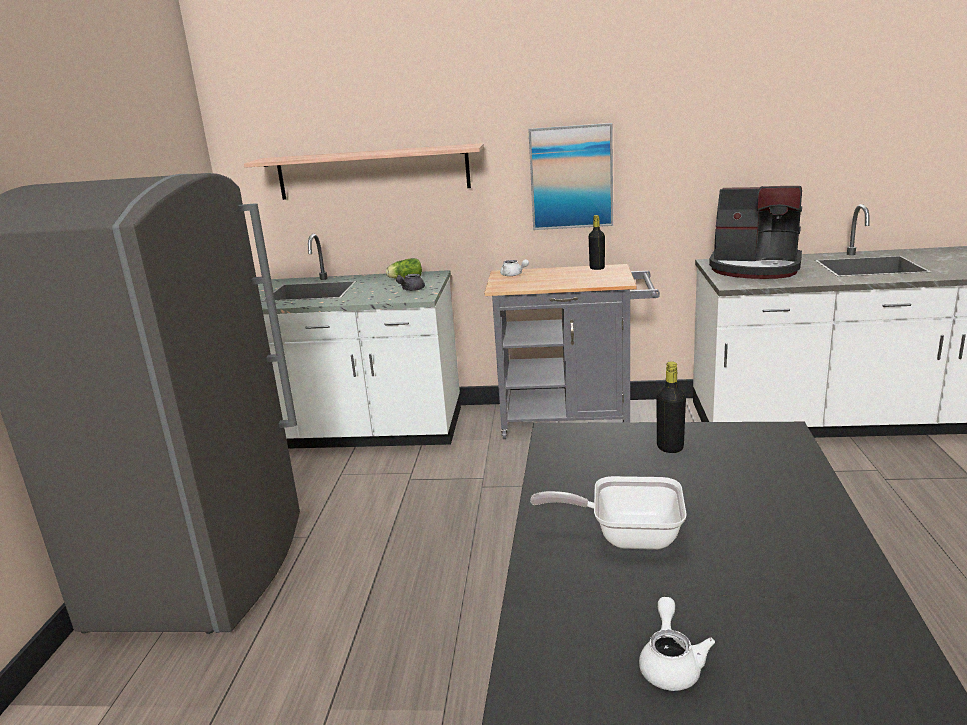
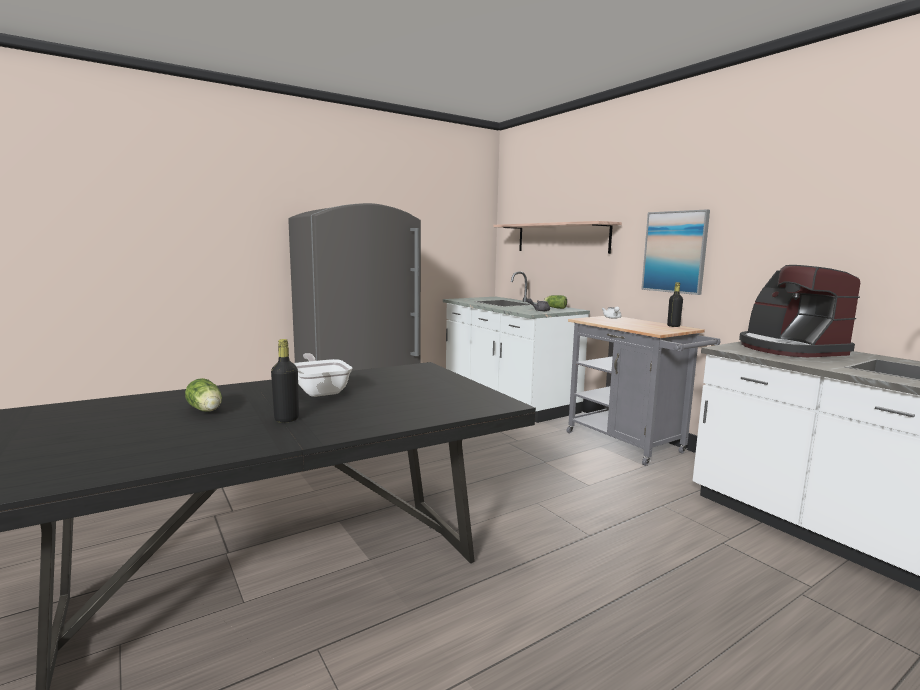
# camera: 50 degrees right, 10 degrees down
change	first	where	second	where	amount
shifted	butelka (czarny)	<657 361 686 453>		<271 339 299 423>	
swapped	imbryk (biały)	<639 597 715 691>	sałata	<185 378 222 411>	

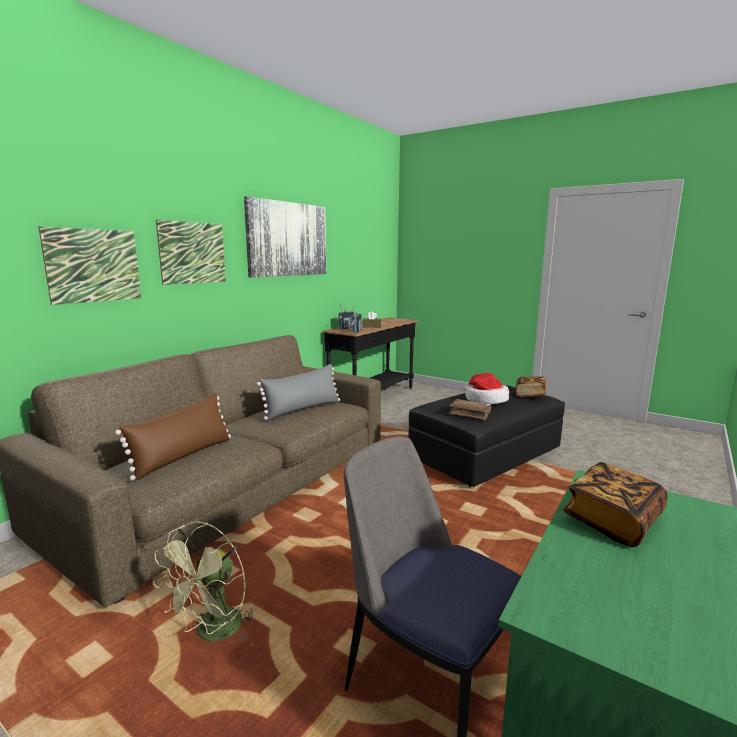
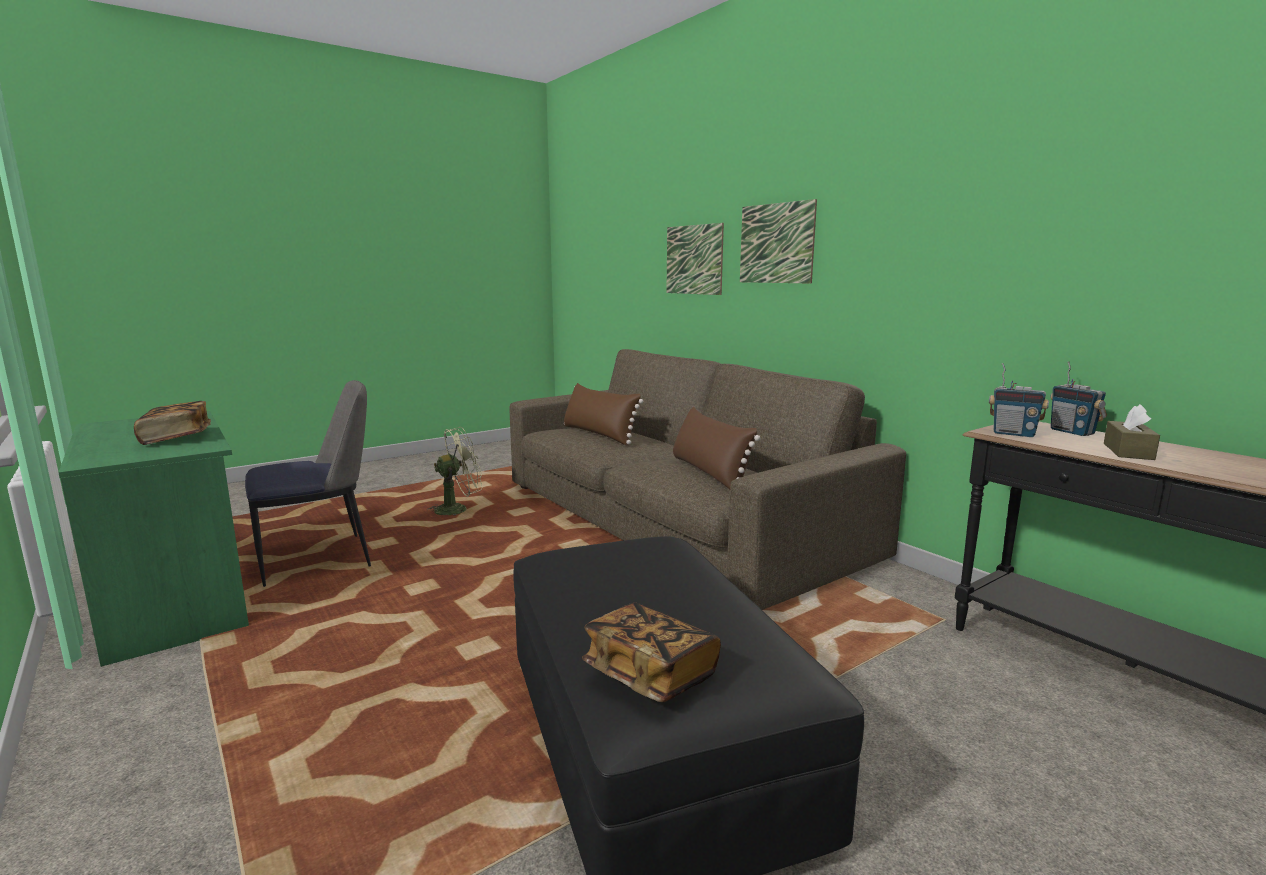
# camera: 110 degrees right, 0 degrees up
change	first	where	second	where	amount
gone	obraz	<244 196 326 278>			
repainted	poduszka (szary)	<257 364 340 420>	poduszka (brązowy)	<673 407 760 489>	
gone	kapelusz	<464 373 509 404>			
gone	książka (brązowy)	<449 399 492 420>			
rotated	wentylator (zielony)	<153 521 255 641>		<427 427 483 516>	105 degrees clockwise

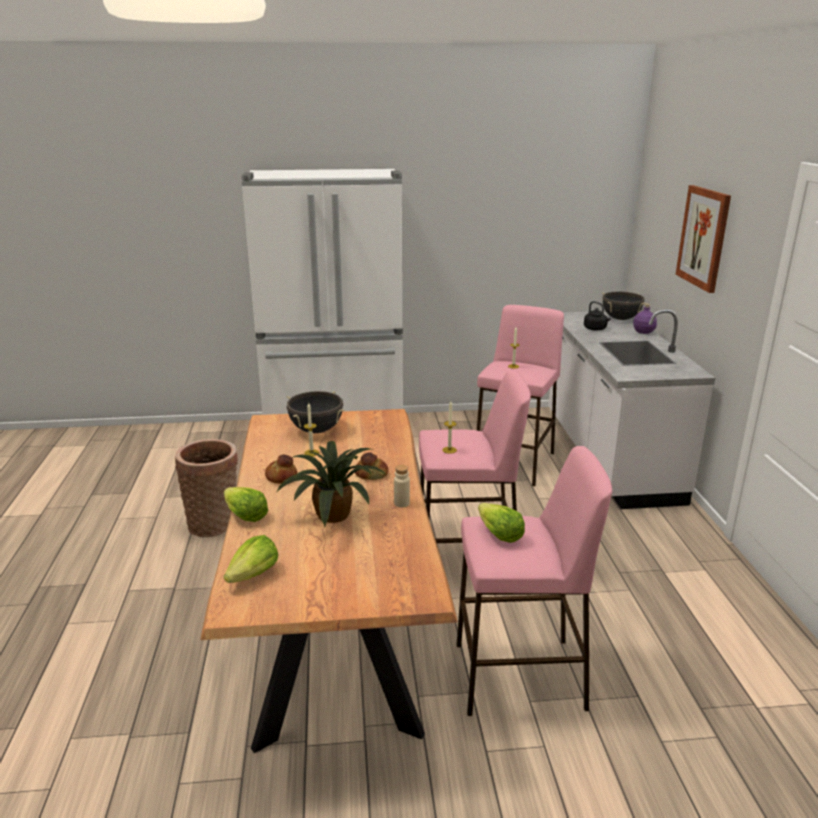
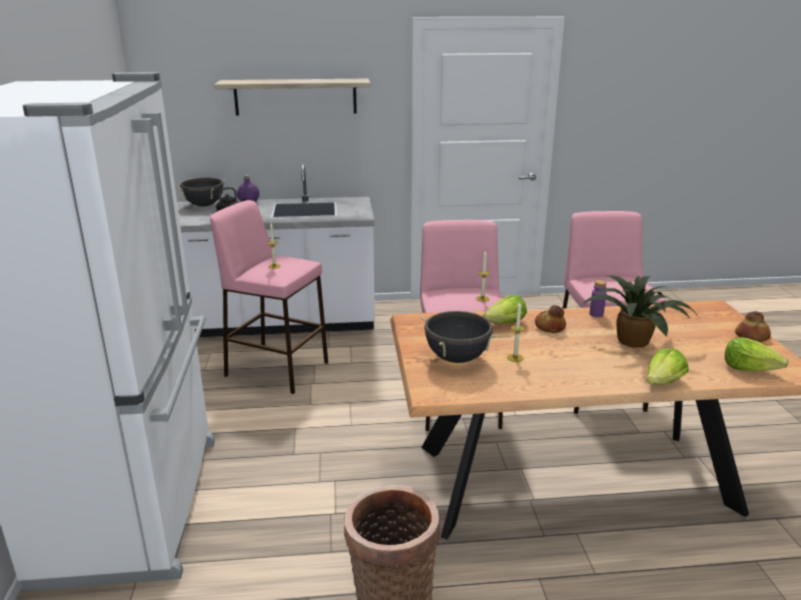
# camera: 90 degrees left, 0 degrees up
change	first	where	second	where	amount
swapped	obraz	<675 185 731 293>	półka	<214 79 371 115>	
shifted	chleb	<265 455 297 484>		<735 311 771 342>	
repainted	butelka (beżowy)	<394 465 410 507>	butelka (fioletowy)	<590 280 606 317>	
shifted	sałata	<478 503 525 543>		<483 295 527 324>	

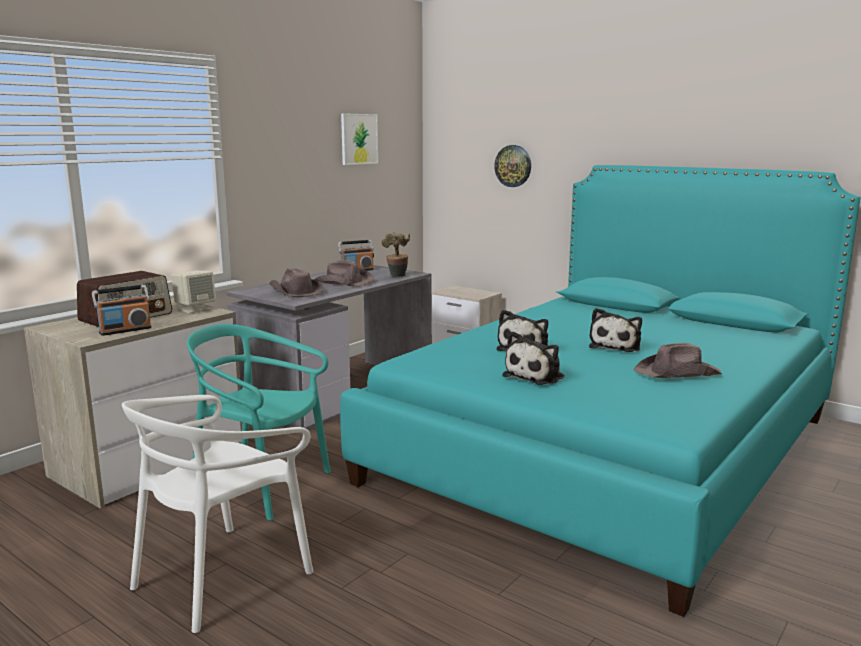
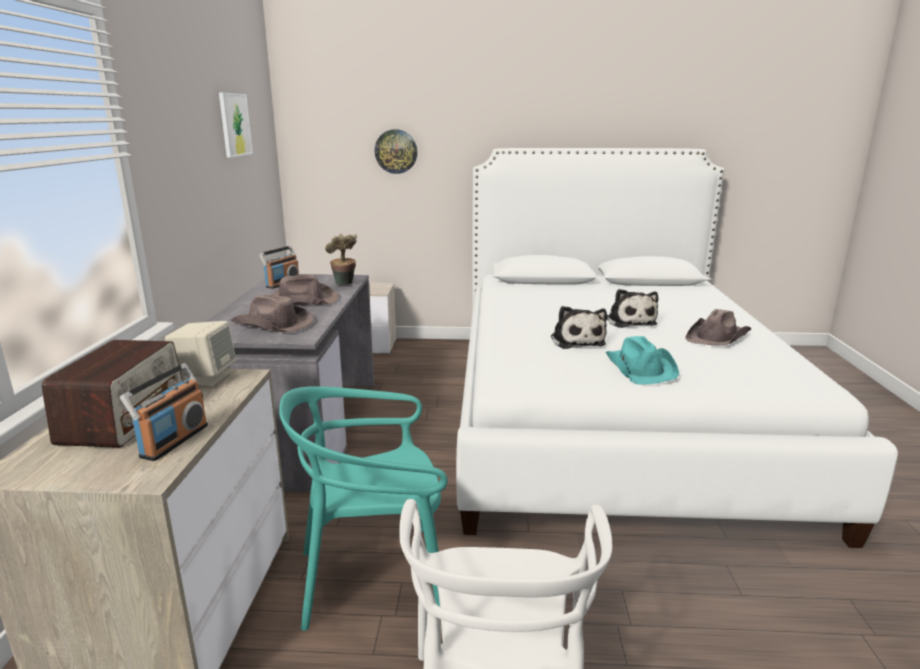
# camera: 35 degrees left, 5 degrees up
change	first	where	second	where	amount
repainted	łóżko (turkusowy)	<340 165 860 617>	łóżko (biały)	<456 148 898 548>	
swapped	pluszak	<502 332 564 385>	kapelusz (turkusowy)	<606 336 679 385>	

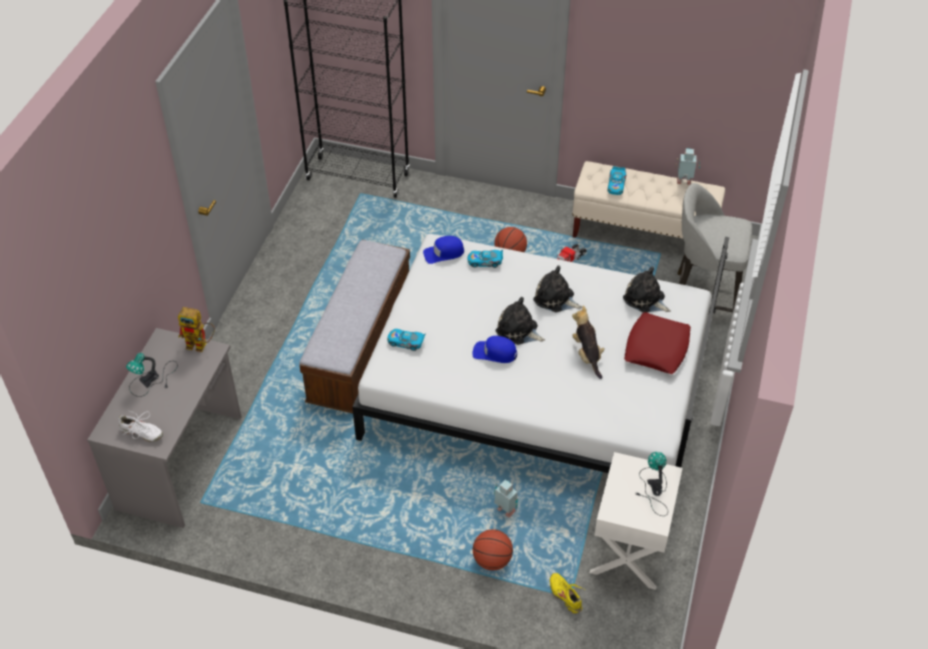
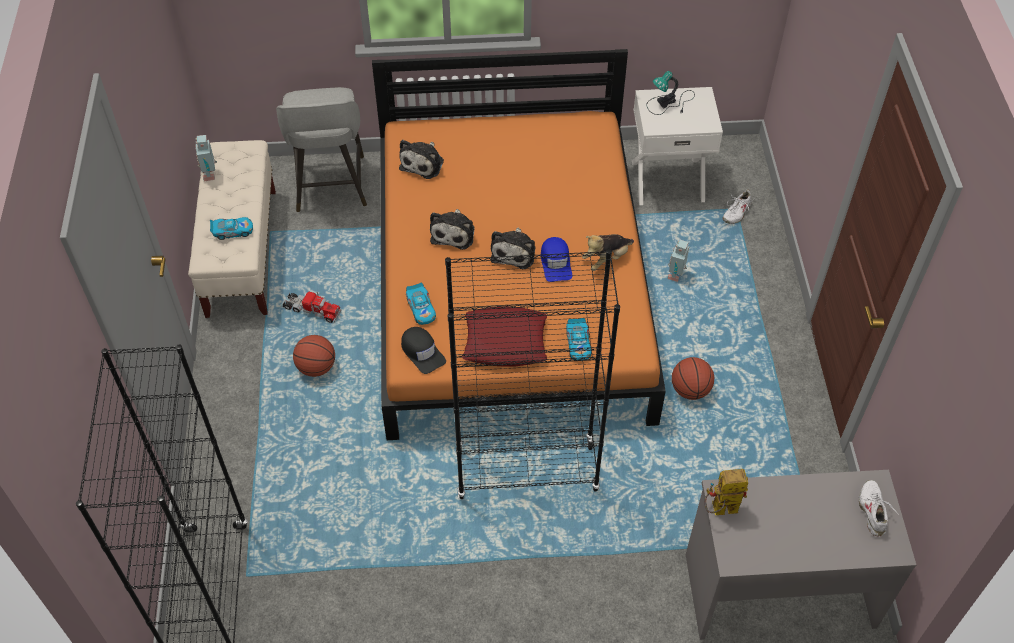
# camera: 110 degrees left, 5 degrees up
change	first	where	second	where	amount
repainted	łóżko (biały)	<352 234 730 473>	łóżko (pomarańczowy)	<372 49 666 440>	
repainted	czapka z daszkiem (niebieski)	<423 236 464 264>	czapka z daszkiem (czarny)	<401 327 446 374>	
swapped	ławka	<299 239 410 413>	regał (czarny)	<445 249 620 499>	
shifted	pluszak	<572 306 605 379>		<582 234 634 271>	
rotated	robot zabawkowy	<178 307 215 352>		<705 469 748 515>	90 degrees counterclockwise
shifted	poduszka (czerwony)	<624 312 691 374>		<462 307 547 366>	
gone	lampa stołowa	<126 353 178 397>			
shifted	piłka do koszykówki	<473 529 513 570>		<672 357 714 400>	
repainted	but (żółty)	<550 573 585 614>	but (biały)	<722 189 753 224>	

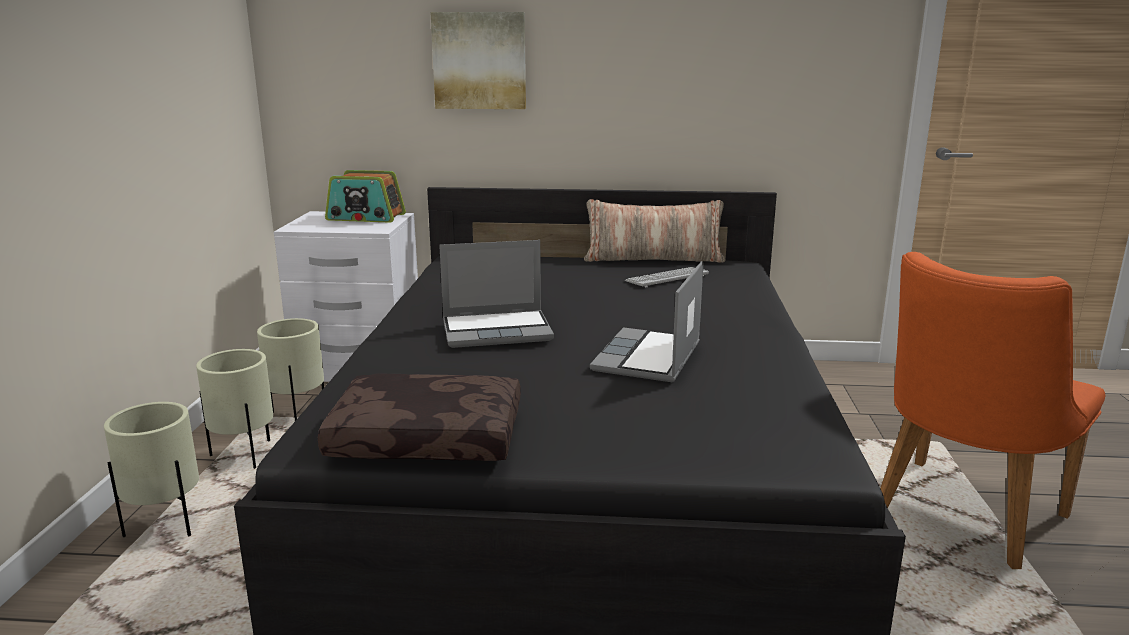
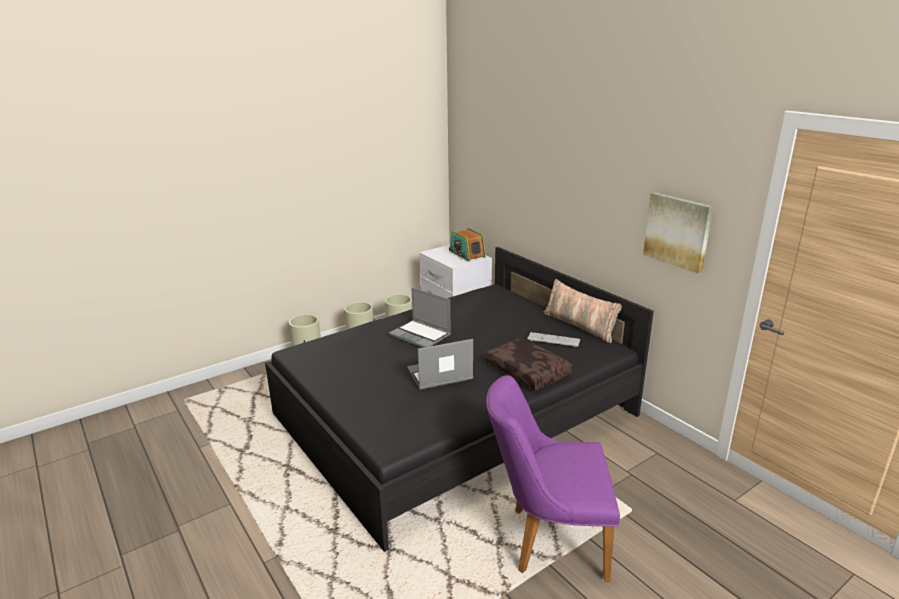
# camera: 50 degrees right, 5 degrees up
change	first	where	second	where	amount
shifted	obraz	<430 12 526 109>		<643 192 713 274>	
repainted	krzesło (pomarańczowy)	<880 252 1105 569>	krzesło (fioletowy)	<486 375 620 582>	
shifted	poduszka (brązowy)	<318 374 521 461>		<485 338 572 390>	

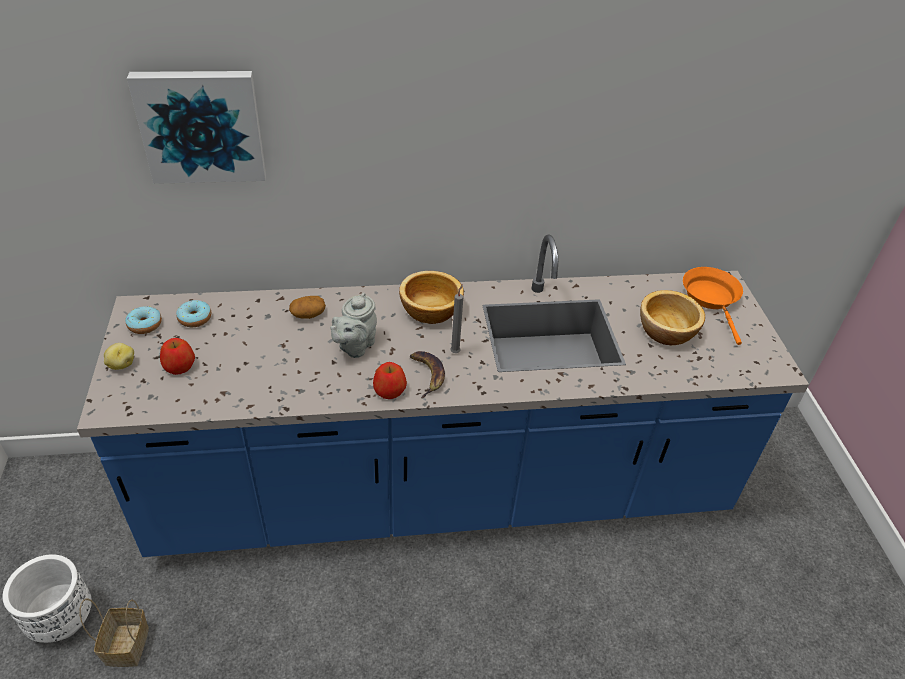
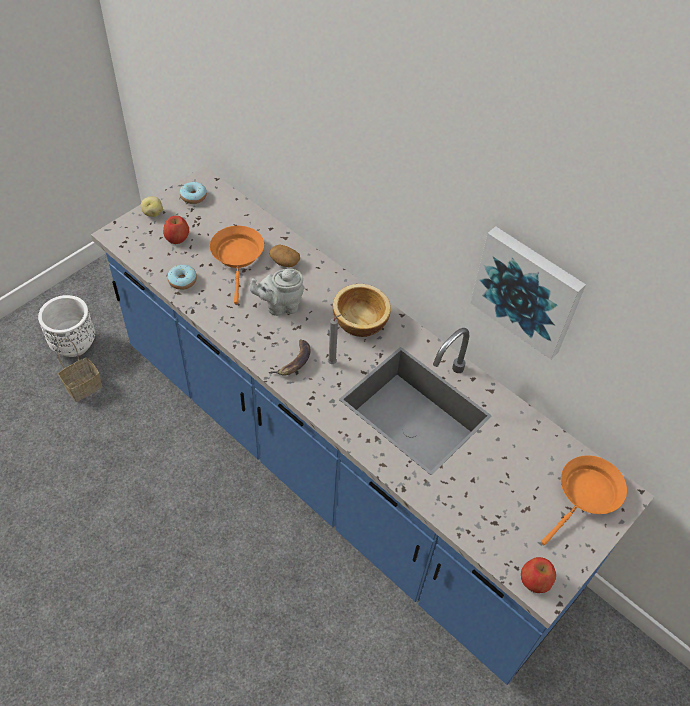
# camera: 50 degrees right, 10 degrees up
change	first	where	second	where	amount
shifted	obraz	<127 71 266 184>		<470 226 586 359>	
gone	miska	<640 290 705 345>			
shifted	donut	<176 300 211 327>		<167 265 197 290>	
shifted	jabłko	<373 362 407 399>		<521 557 556 593>	
new			patelnia (pomarańczowy)	<210 226 264 304>	

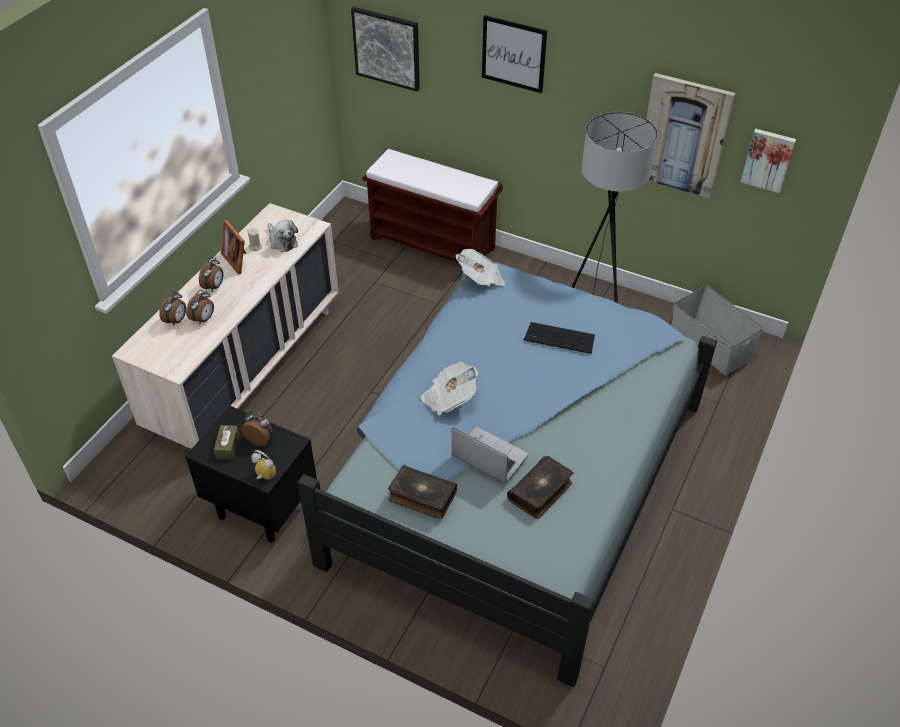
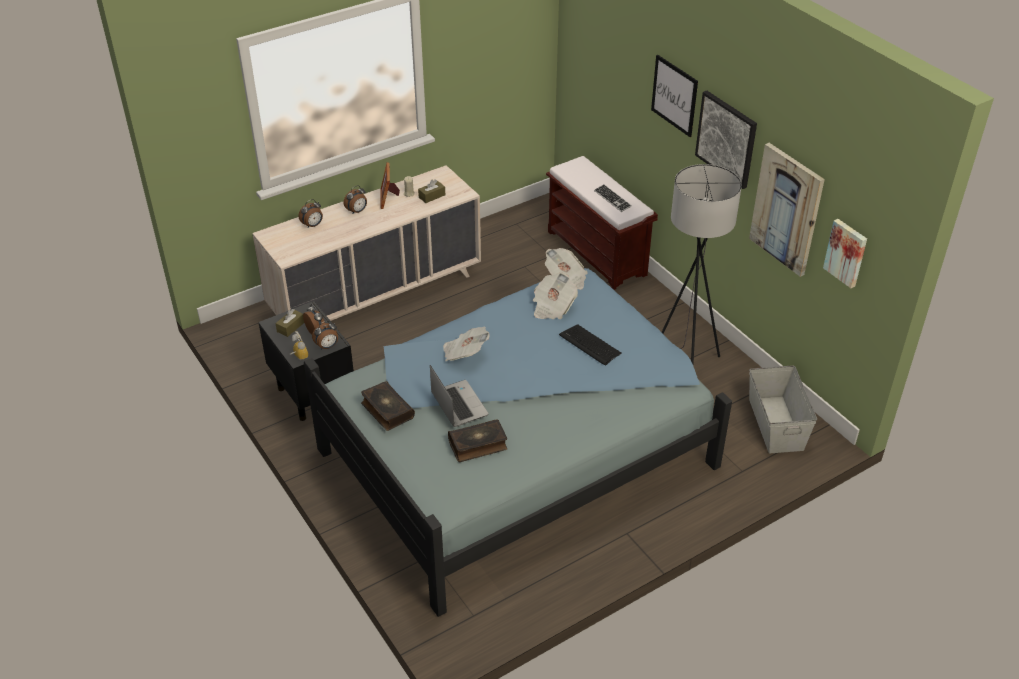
# camera: 30 degrees right, 5 degrees down
change	first	where	second	where	amount
shifted	obraz	<351 7 420 92>		<695 91 757 189>	
swapped	pluszak	<268 220 298 252>	pudełko chusteczek (brązowy)	<418 179 445 203>	
shifted	budzik	<186 290 214 323>		<312 321 338 350>	
new			klawiatura	<594 184 632 212>	
new			gazeta	<533 273 578 319>	

